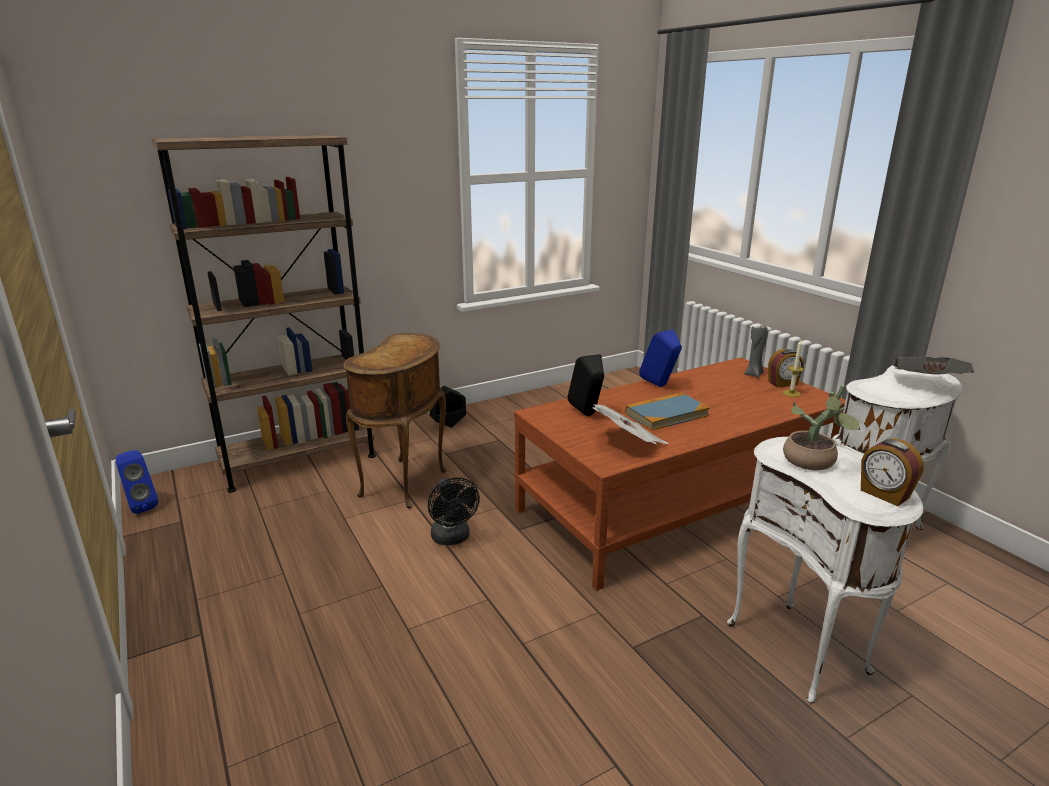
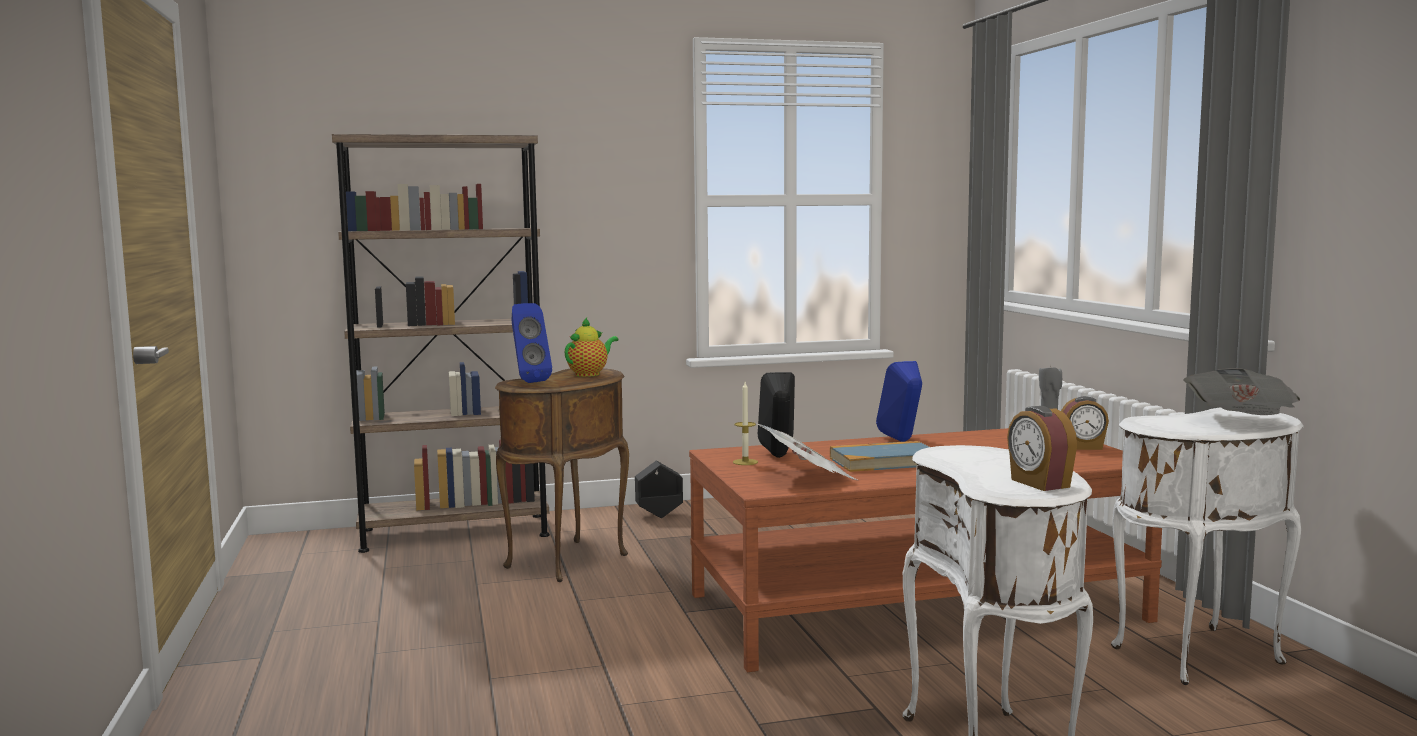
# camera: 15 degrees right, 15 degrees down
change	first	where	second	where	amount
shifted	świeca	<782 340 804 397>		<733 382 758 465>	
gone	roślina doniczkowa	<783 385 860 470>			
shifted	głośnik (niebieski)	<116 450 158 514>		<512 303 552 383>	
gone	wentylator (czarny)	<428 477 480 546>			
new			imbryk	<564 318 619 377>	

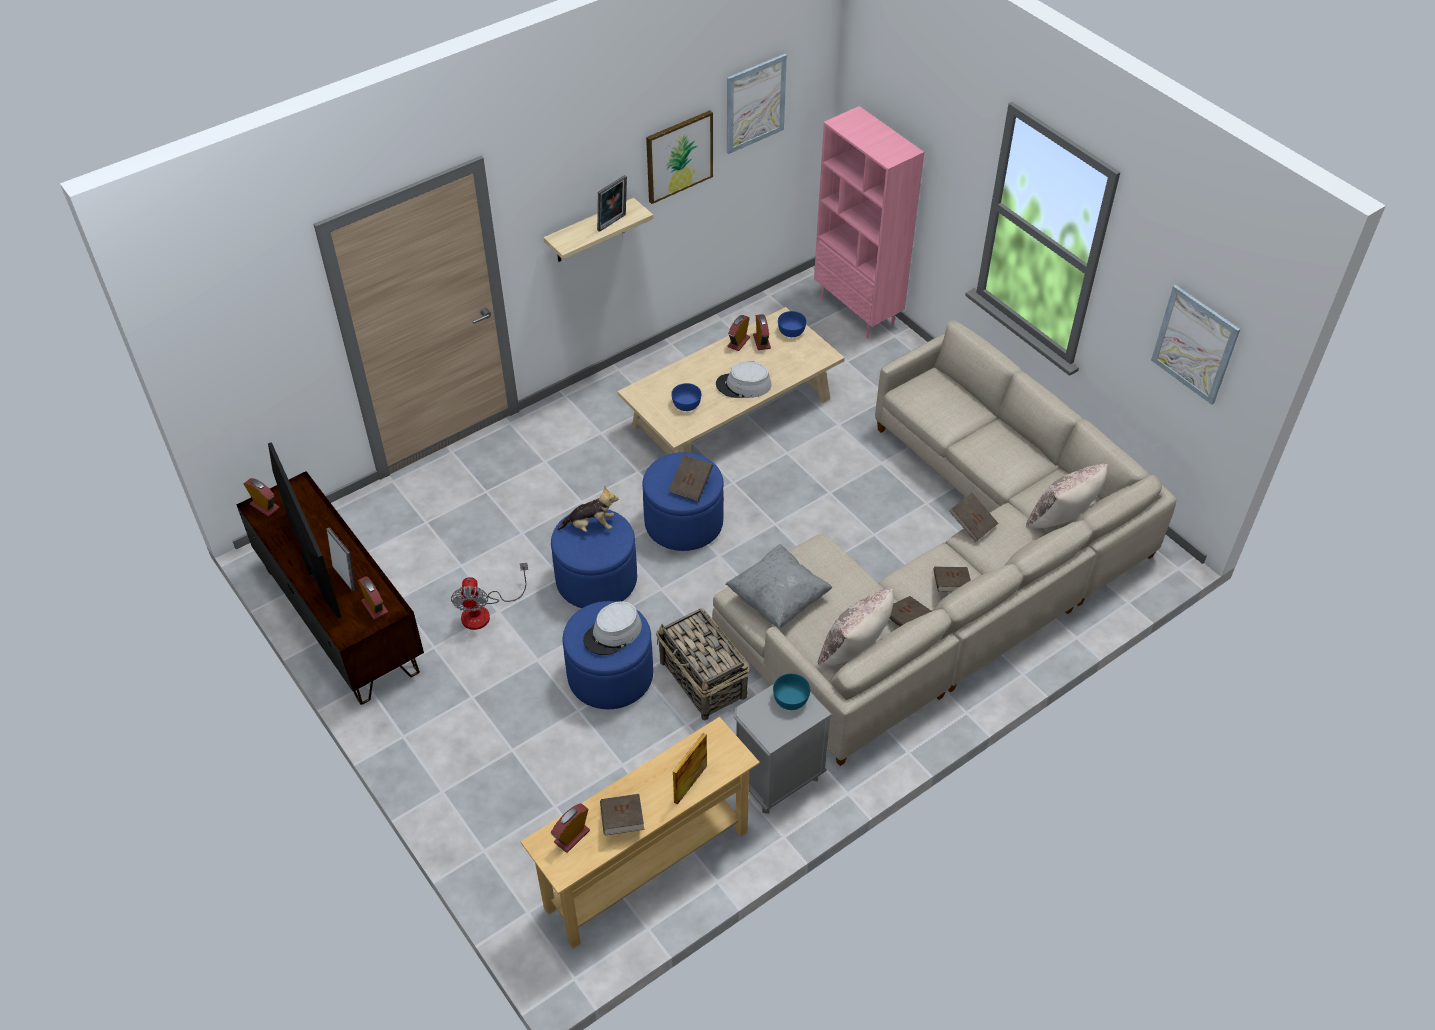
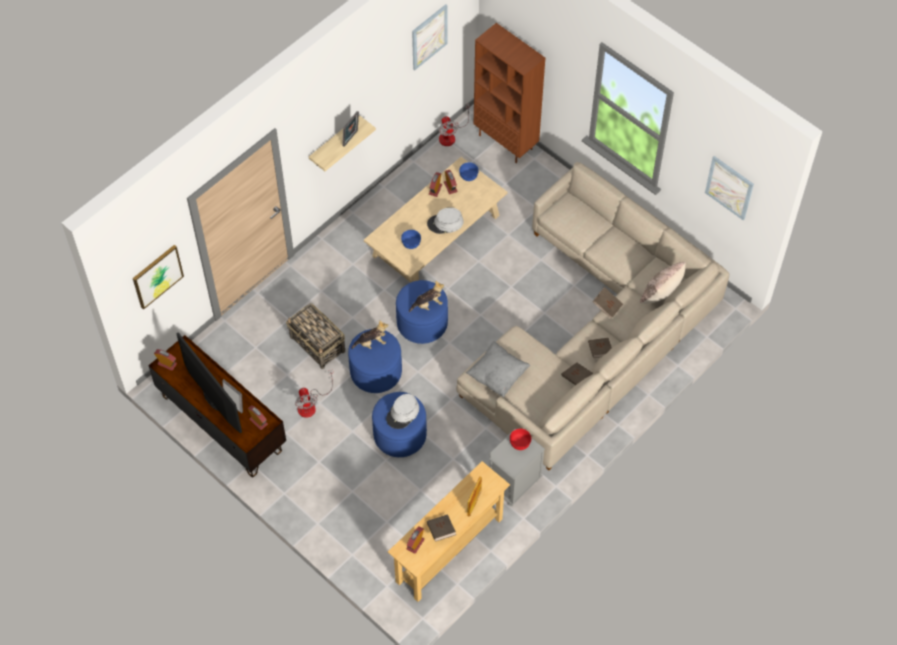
# camera: 10 degrees left, 10 degrees up
change	first	where	second	where	amount
repainted	regał (różowy)	<814 106 924 338>	regał (brązowy)	<474 23 545 163>	
shifted	obraz	<646 110 713 204>		<133 245 184 310>	
swapped	książka (brązowy)	<669 455 713 501>	pluszak	<409 281 444 312>	
gone	poduszka (beżowy)	<818 589 894 666>			
shifted	koszyk	<656 608 749 720>		<286 304 345 369>	
repainted	miska (turkusowy)	<773 673 810 710>	miska (czerwony)	<510 429 531 450>	
new			wentylator	<439 103 470 146>	

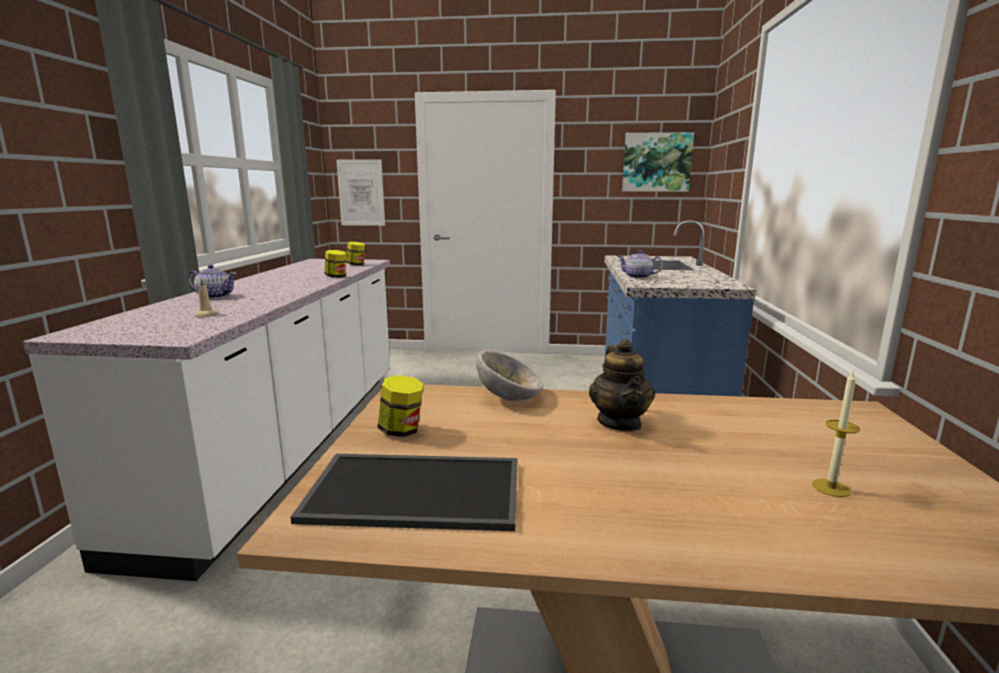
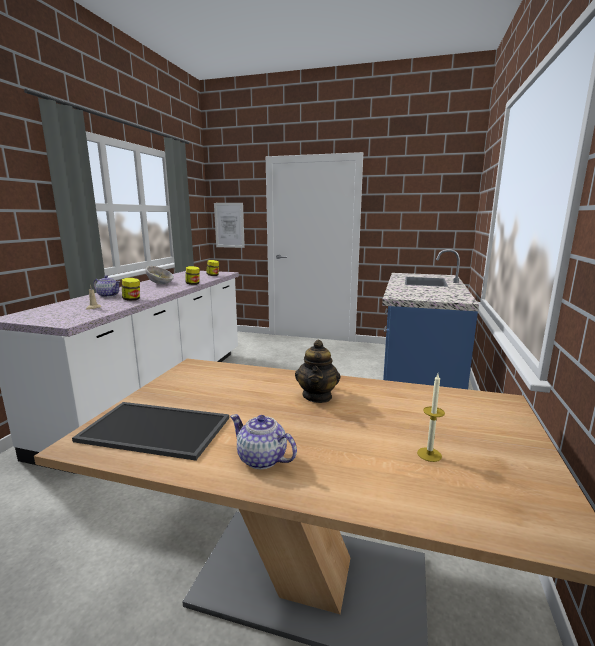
# camera: 10 degrees right, 0 degrees up
change	first	where	second	where	amount
gone	obraz	<622 132 694 192>			
shifted	imbryk	<618 250 663 279>		<230 414 297 470>	
shifted	miska	<476 350 544 401>		<145 266 174 284>	
shifted	słoik	<377 375 424 437>		<122 278 140 301>	

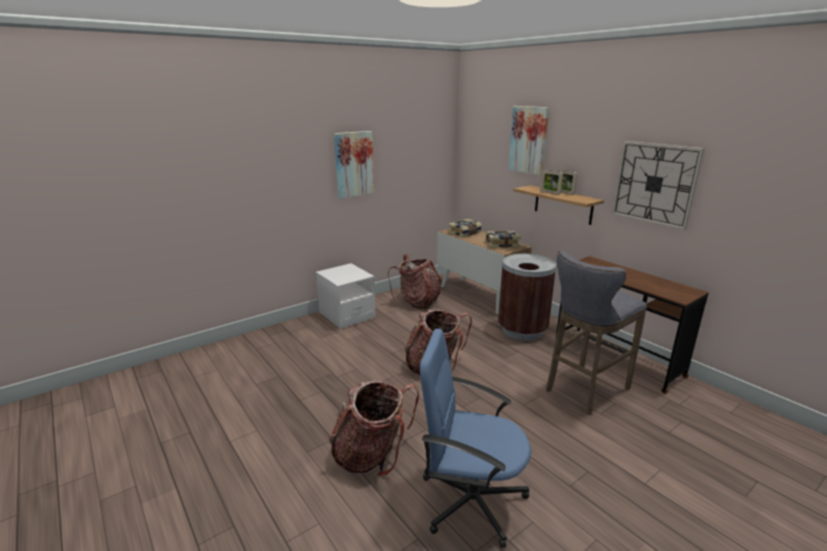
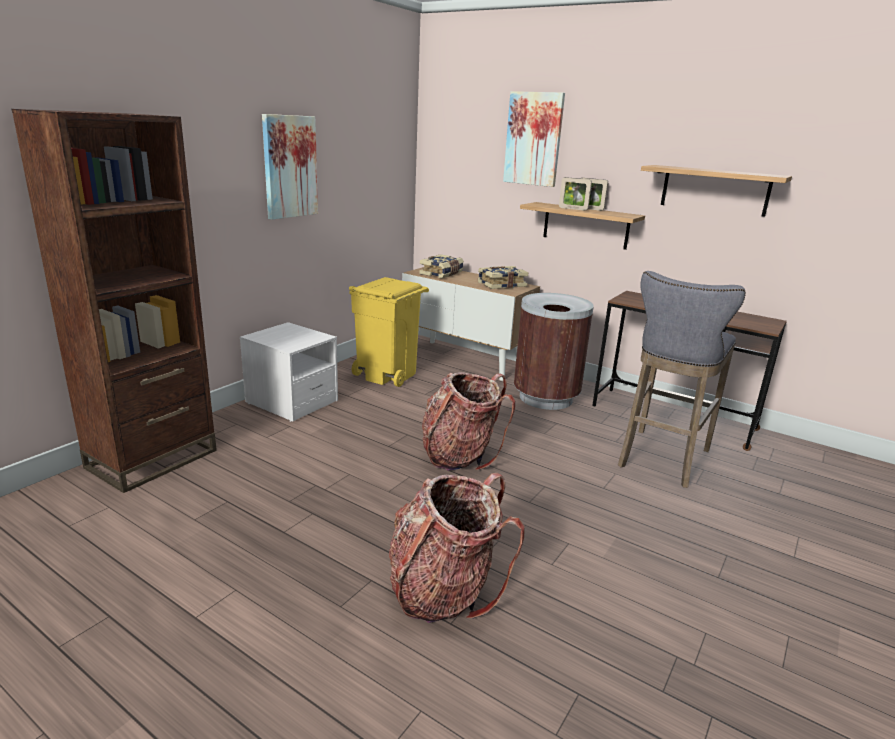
# camera: 20 degrees left, 0 degrees up
change	first	where	second	where	amount
swapped	zegar ścienny	<612 141 705 231>	półka	<641 165 792 217>	
swapped	plecak	<388 254 442 309>	kosz na śmieci (żółty)	<349 277 429 387>	
gone	krzesło biurowe (niebieski)	<420 329 531 548>			
new			regał (brązowy)	<12 109 217 493>	

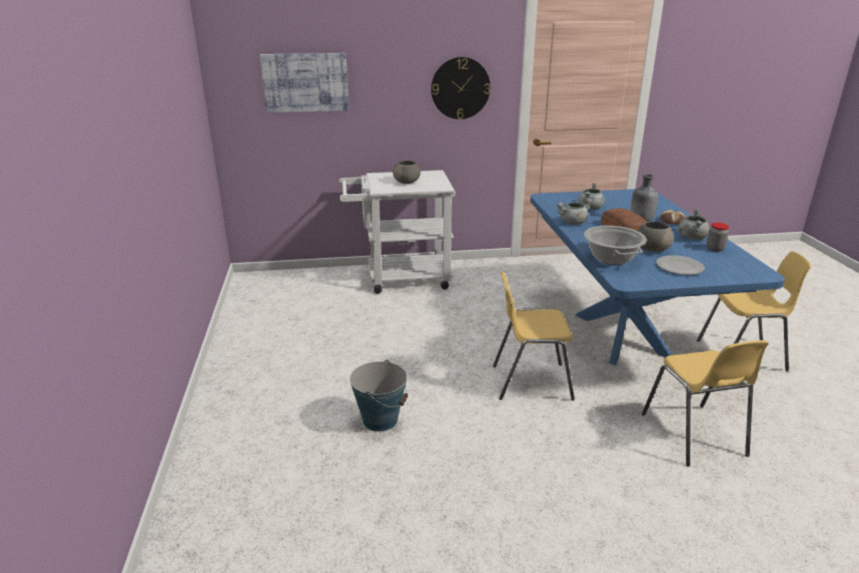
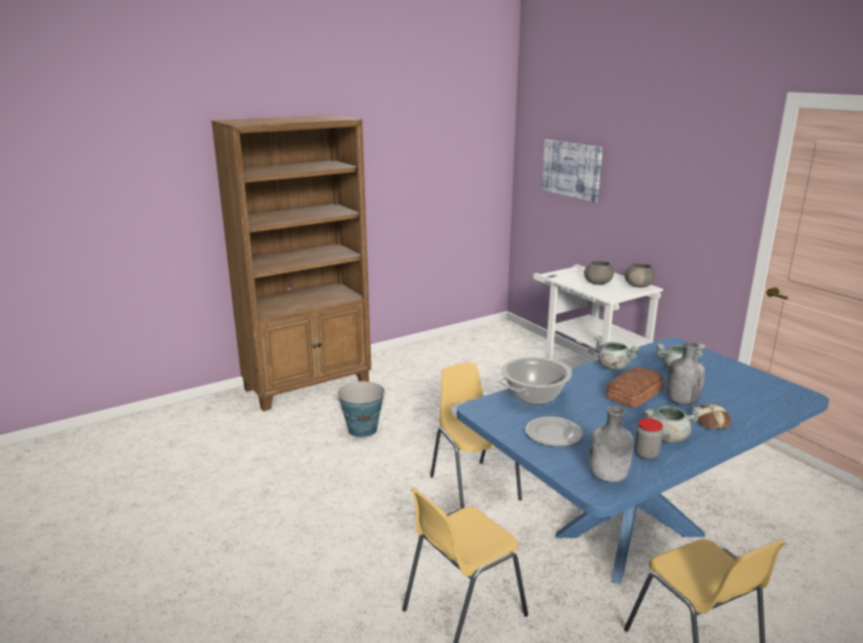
# camera: 65 degrees right, 5 degrees down
change	first	where	second	where	amount
gone	zegar ścienny	<431 57 490 119>			
shifted	miska (szary)	<638 221 674 252>		<625 263 655 288>	
new			regał (brązowy)	<211 115 371 411>	
new			butelka (szary)	<589 406 633 482>	

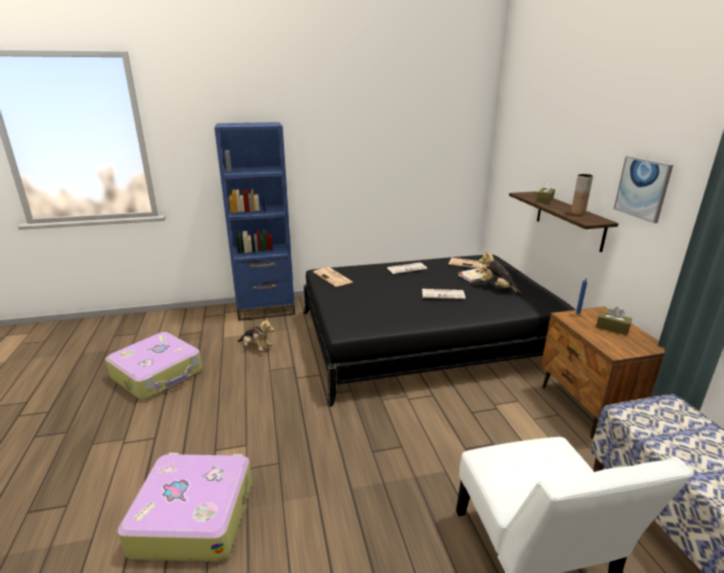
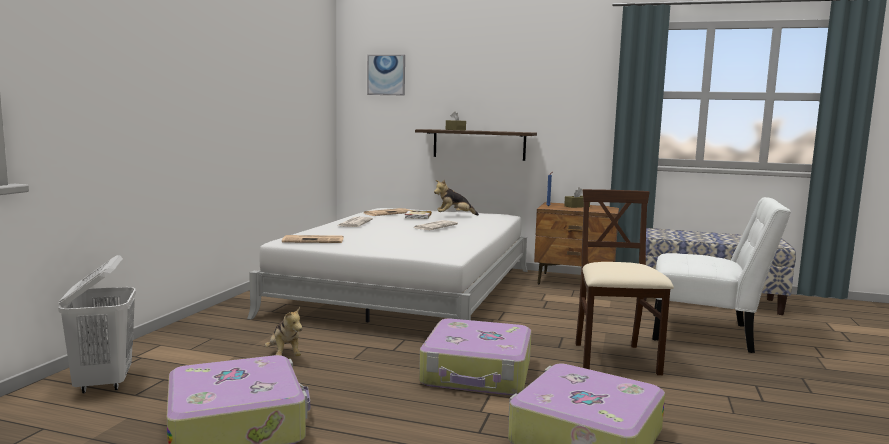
# camera: 60 degrees left, 15 degrees down
change	first	where	second	where	amount
gone	regał (niebieski)	<214 122 295 321>			
shifted	obraz	<614 156 673 223>		<367 55 405 95>	
gone	wazon (brązowy)	<571 174 593 216>			
repainted	łóżko (czarny)	<304 255 575 407>	łóżko (biały)	<247 208 528 322>	
rotated	pluszak	<237 317 274 351>		<265 307 303 356>	90 degrees clockwise
new			krzesło (beżowy)	<575 189 674 375>	
new			kosz na pranie (biały)	<58 255 136 393>	
new			walizka	<419 319 532 395>	

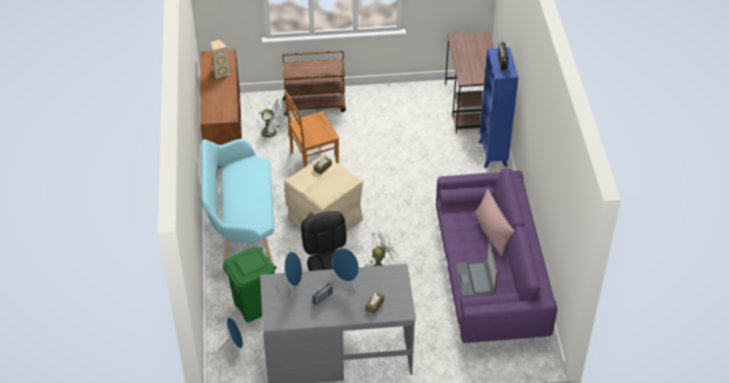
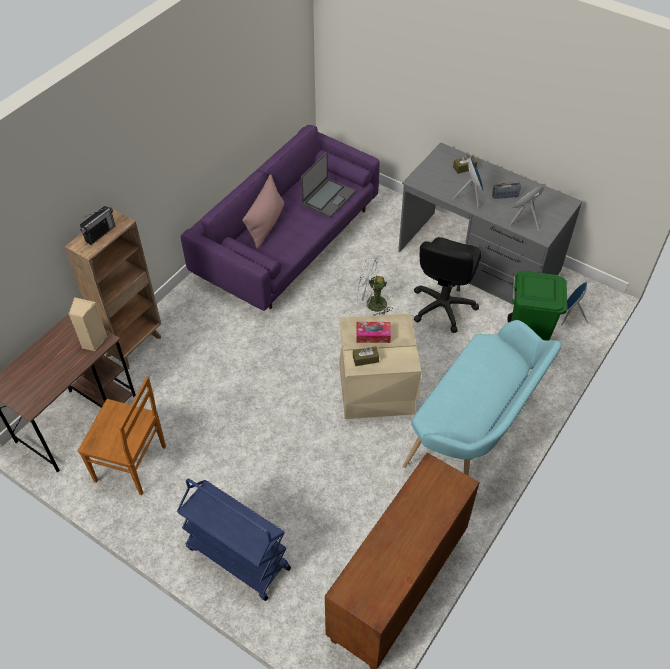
# camera: 140 degrees left, 5 degrees up
change	first	where	second	where	amount
shifted	głośnik (beżowy)	<211 39 230 79>		<68 297 107 351>	
repainted	regał (niebieski)	<478 47 518 168>	regał (brązowy)	<65 209 161 369>	
repainted	wózek (brązowy)	<283 51 346 116>	wózek (niebieski)	<177 478 291 601>	
shifted	krzesło (brązowy)	<284 90 339 167>		<78 376 166 495>	
gone	wentylator (biały)	<257 99 287 143>			
new			pudełko chusteczek	<356 322 391 343>	

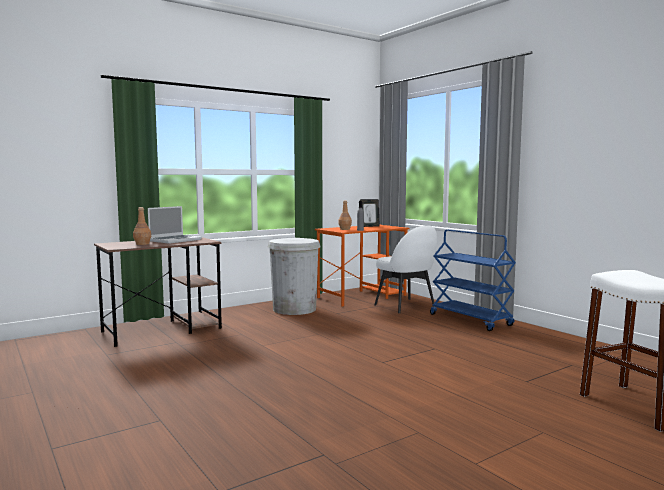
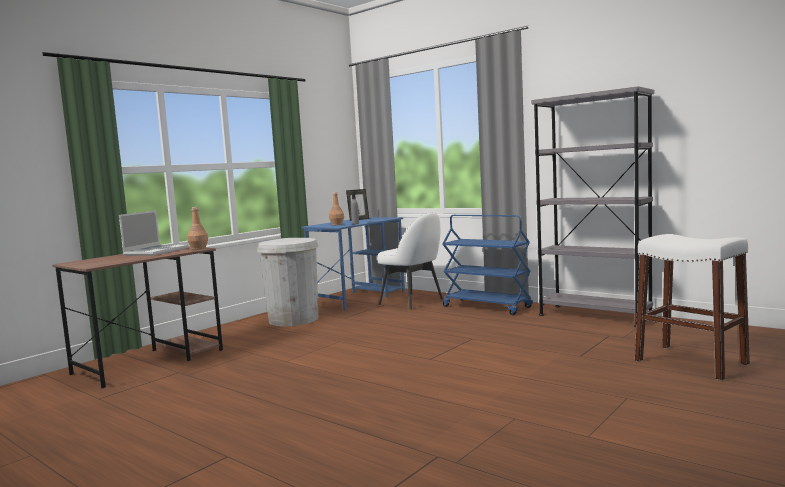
# camera: 15 degrees left, 0 degrees up
change	first	where	second	where	amount
shifted	butelka (brązowy)	<133 207 151 245>		<187 207 208 250>	
repainted	biurko (pomarańczowy)	<315 225 410 307>	biurko (niebieski)	<302 217 405 310>	
new			regał (szary)	<531 86 654 327>	

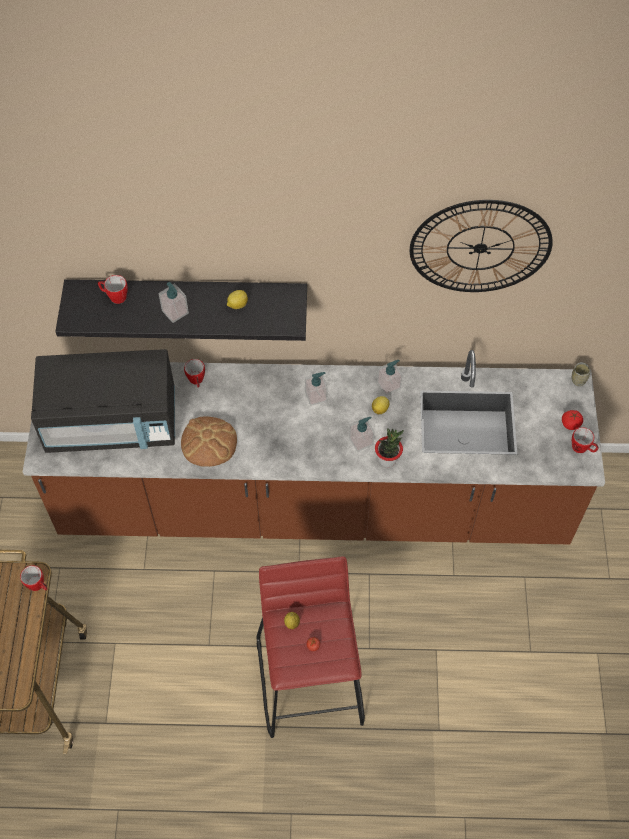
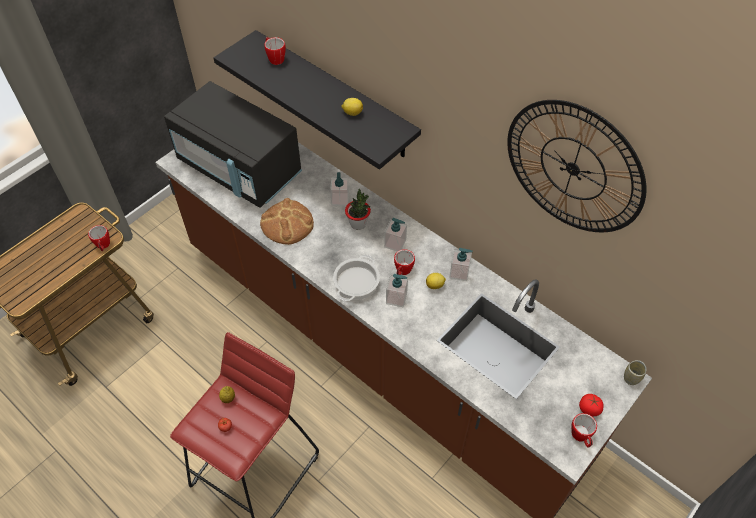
# camera: 40 degrees right, 5 degrees down
change	first	where	second	where	amount
shifted	dozownik mydła	<158 282 189 323>		<330 172 349 206>	
shifted	kubek	<184 359 205 388>		<394 249 415 275>	
shifted	roślina doniczkowa	<375 428 404 467>		<345 189 371 230>	
new			garnek	<333 255 380 301>	

